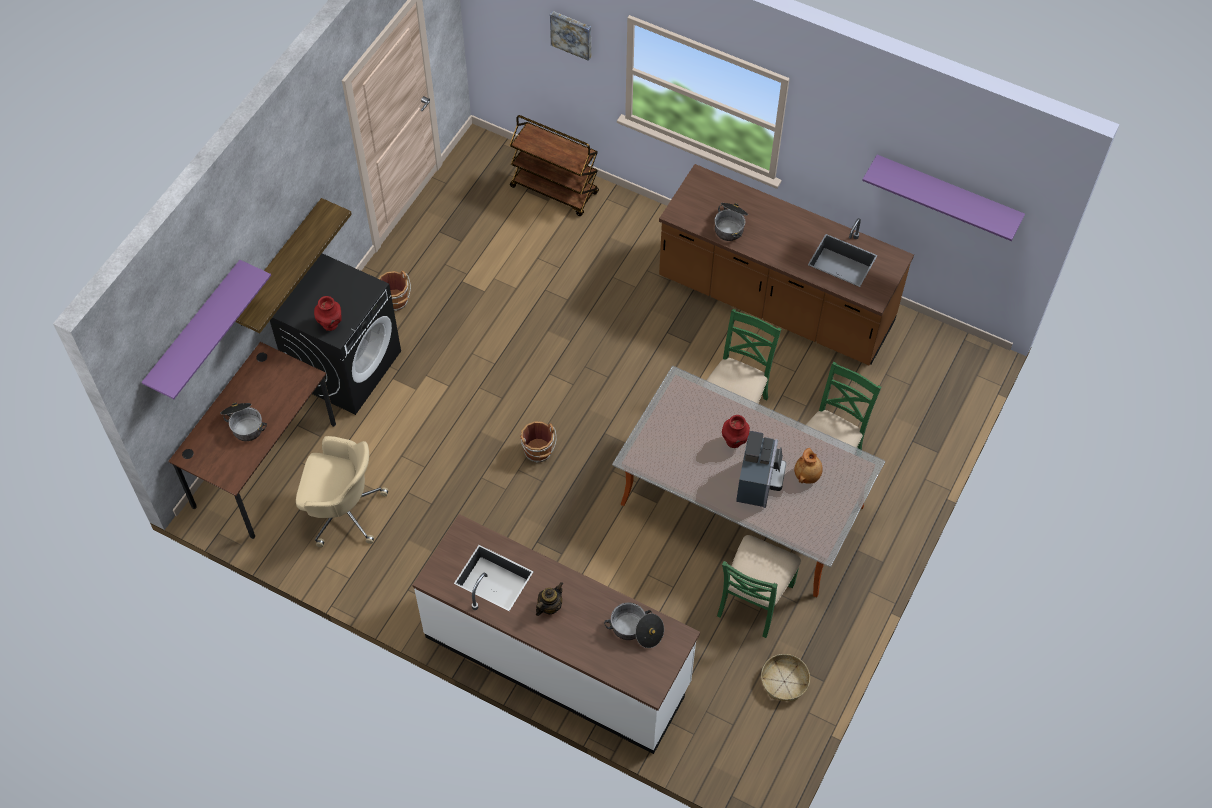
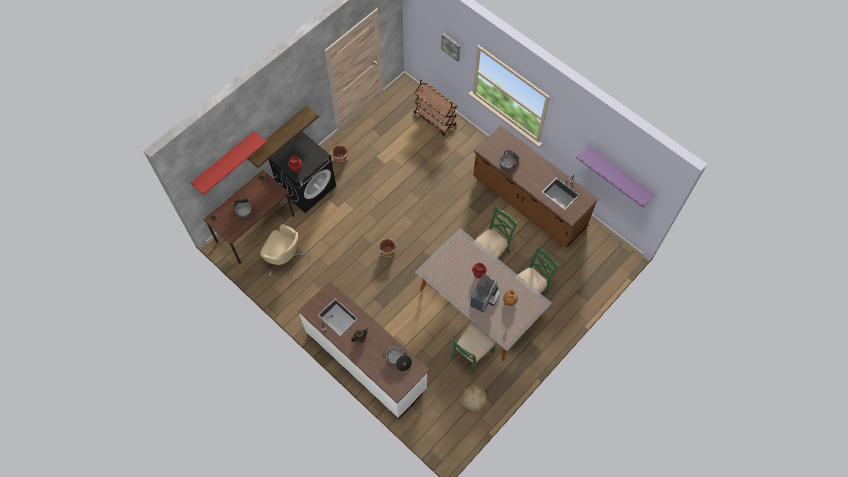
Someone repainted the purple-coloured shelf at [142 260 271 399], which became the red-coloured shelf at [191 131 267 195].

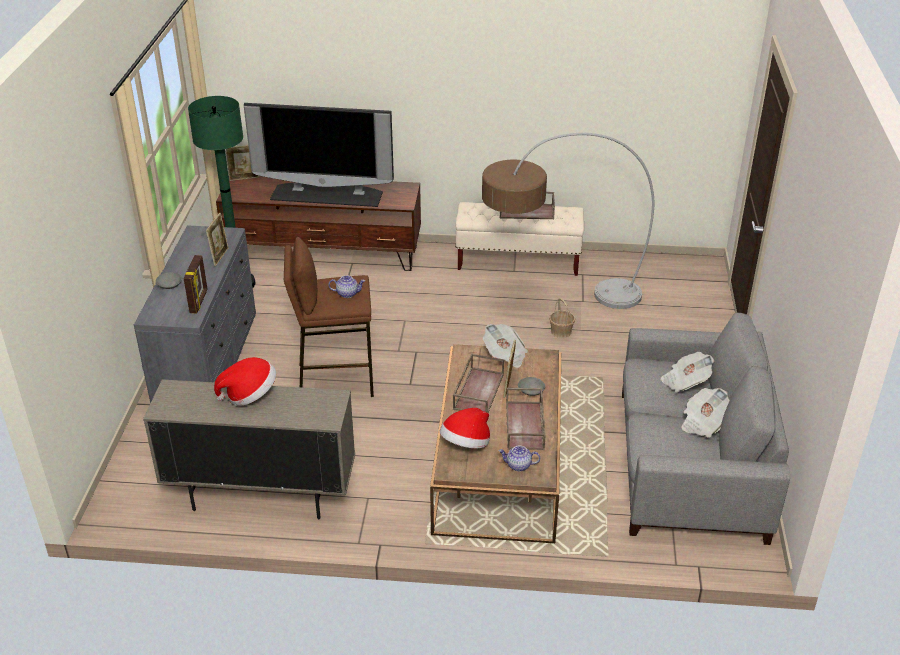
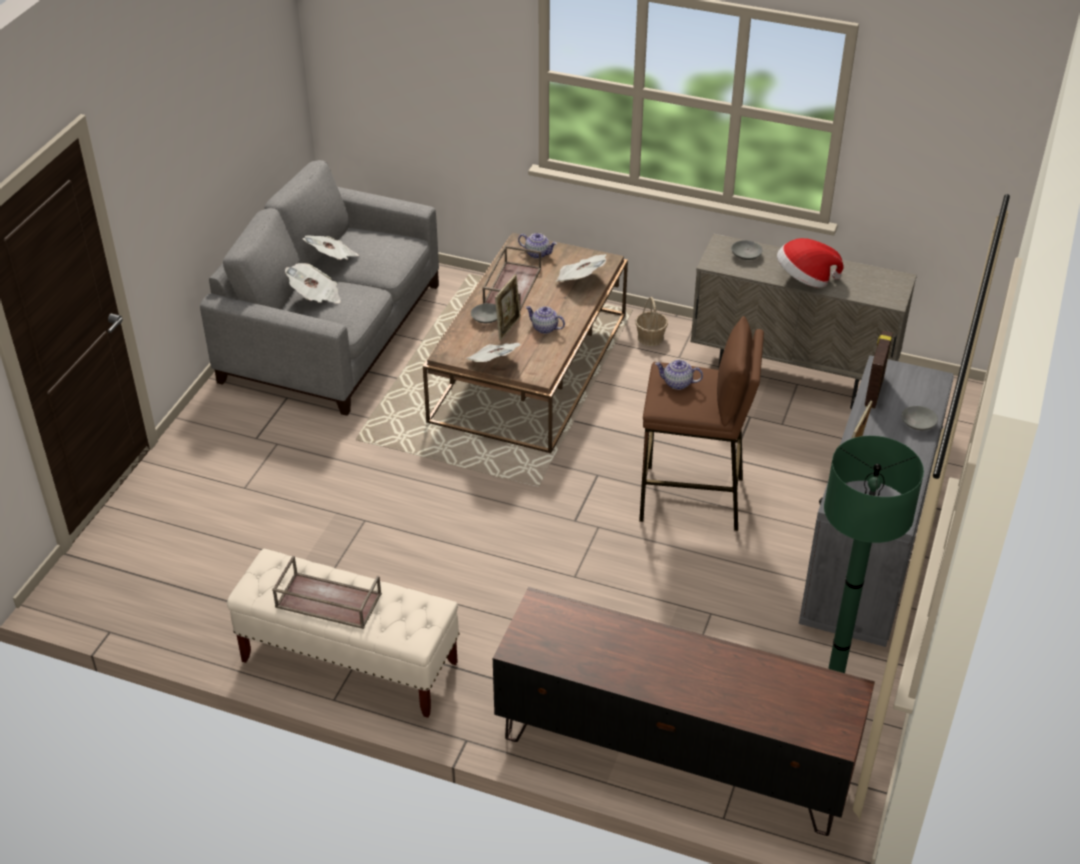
Someone took away the picture frame at [226 145 259 181]. Someone took away the TV at [244 103 394 207]. Someone took away the standing lamp at [482 133 654 309]. Someone put down the greyish deep dish at [731 240 763 260]. Someone carried the household basket from [549 298 575 338] to [635 297 668 346]. Someone swapped the wearable hat at [440 408 490 448] for the newspaper at [555 254 606 282]. Someone swapped the brownish tray at [453 353 504 413] for the tea pot at [526 306 565 334].

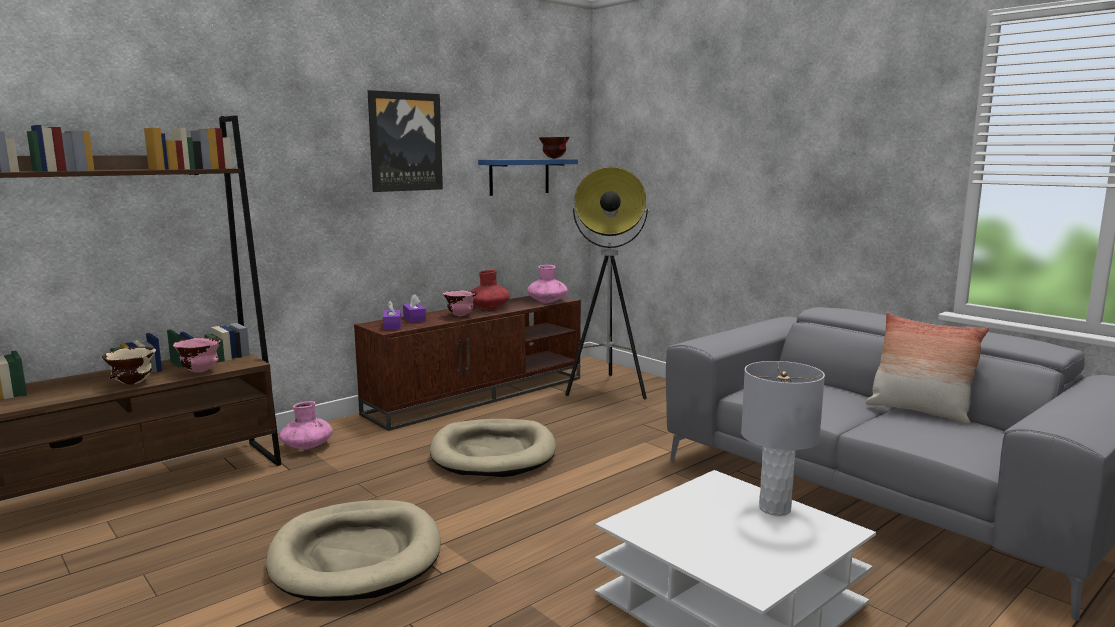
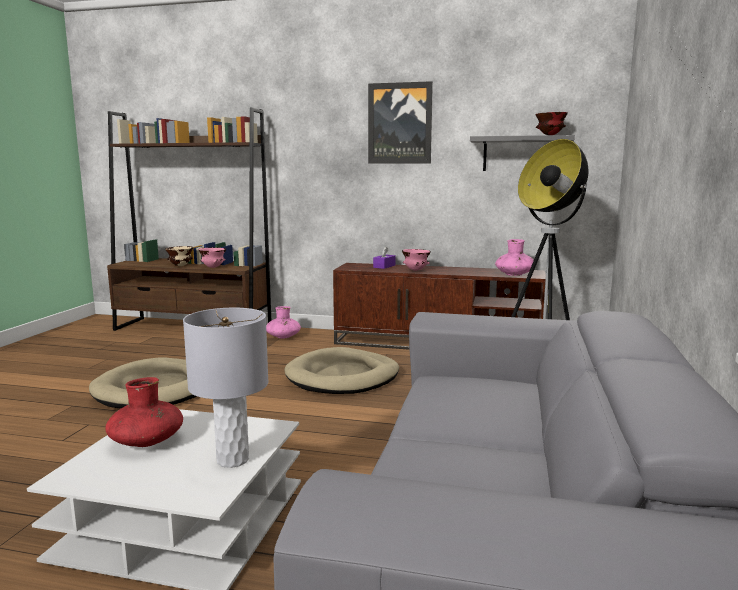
Someone took away the purple-coloured tissue box at [383 301 401 330]. Someone took away the throw pillow at [866 313 989 424]. Someone carried the red-coloured flower vase from [472 270 510 309] to [105 377 183 447]. Someone repainted the blue shelf at [478 159 578 196], which became the greyish shelf at [470 135 575 171].

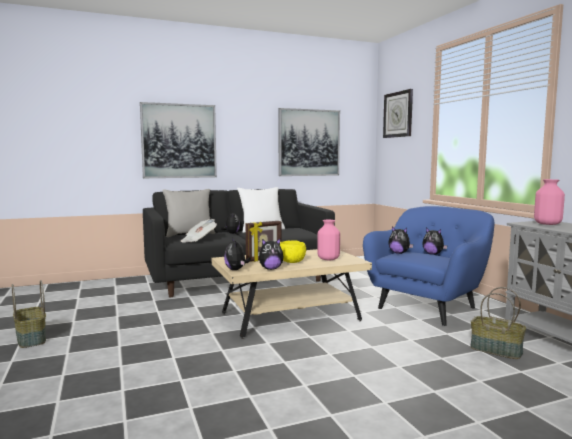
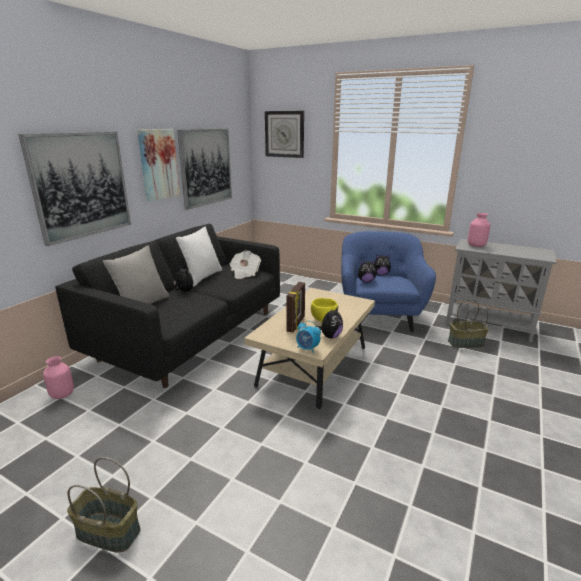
Someone put up the wall picture at [137 129 180 202]. Someone carried the newspaper from [181 219 217 243] to [230 251 261 279]. Someone carried the pink-coloured flower vase from [317 220 340 260] to [43 356 74 399]. Someone swapped the cuddly toy at [224 238 250 270] for the table clock at [296 321 321 353].

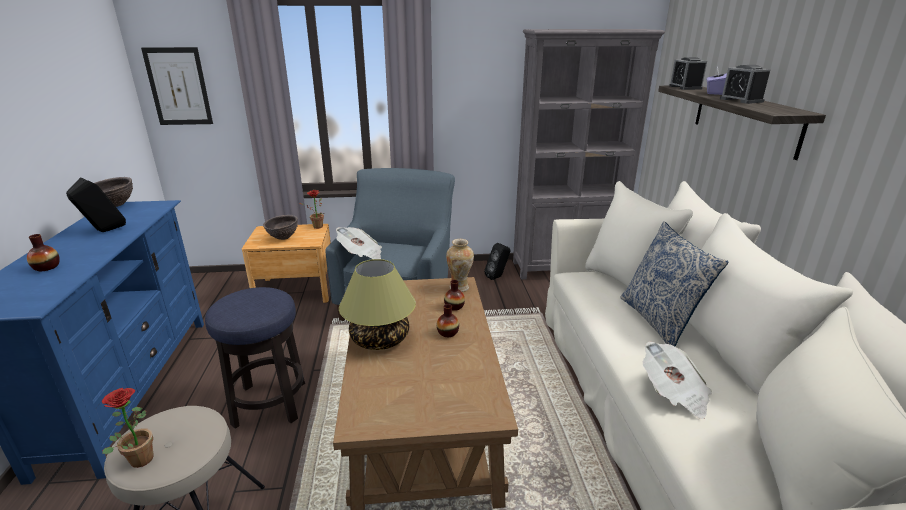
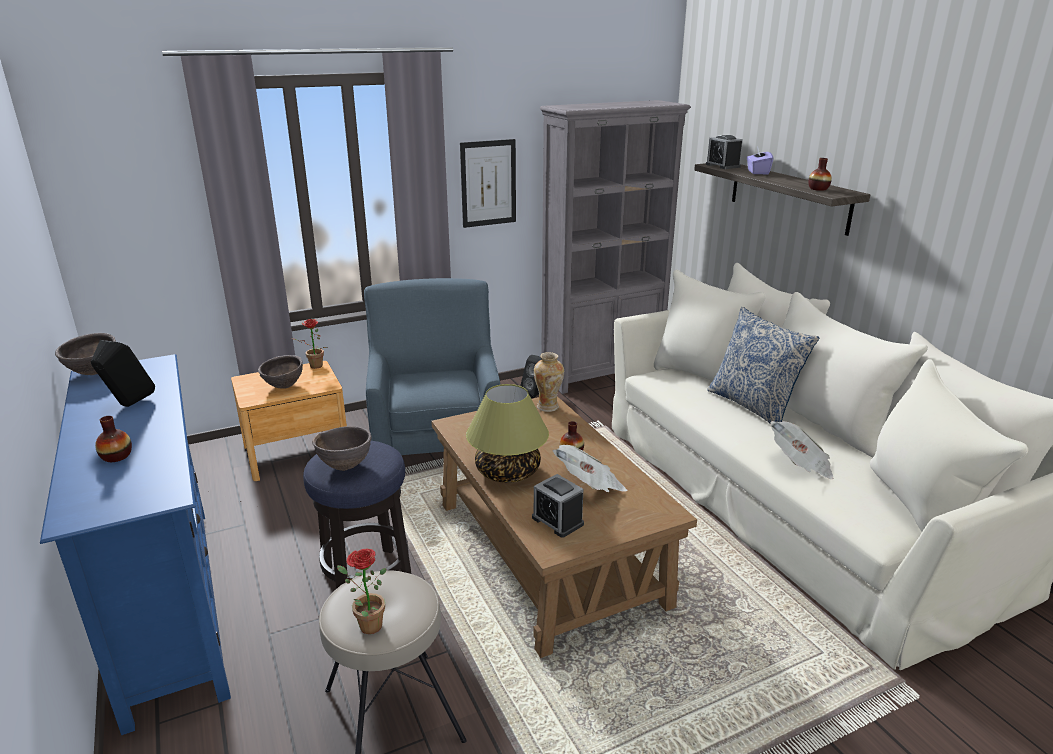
Someone put down the brownish deep dish at [312 426 372 471]. Someone carried the wall picture from [141 47 213 125] to [460 139 516 228]. Someone carried the newspaper from [336 227 382 259] to [553 445 627 492]. Someone carried the flower vase from [444 280 465 311] to [808 158 832 191]. Someone carried the table clock from [720 65 771 104] to [532 474 584 538].

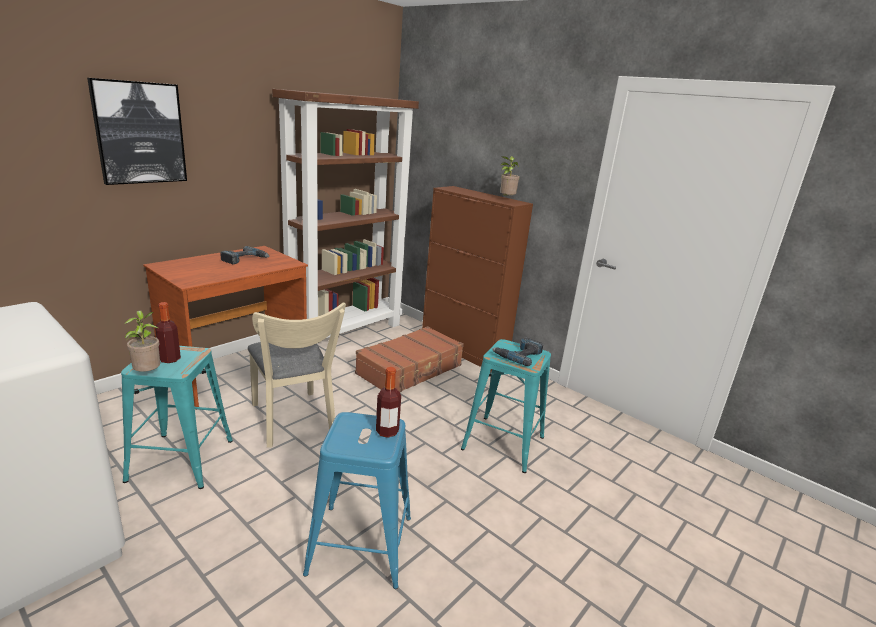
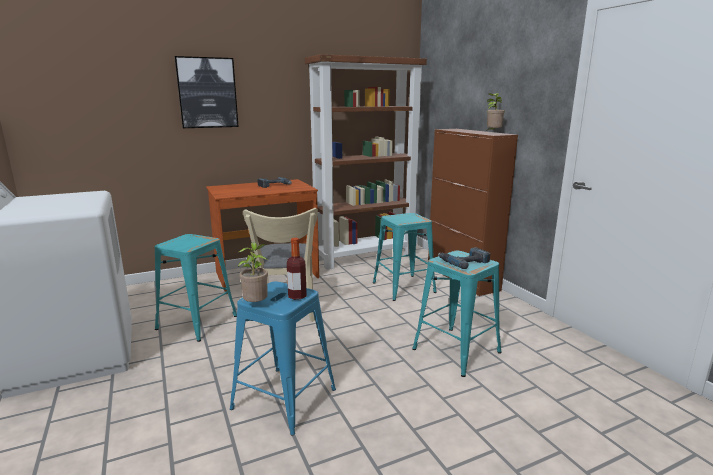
Someone took away the bottle at [155 302 181 363]. Someone carried the plant in a pot from [124 310 160 372] to [238 242 268 302]. Someone swapped the brownish suitcase at [355 326 464 392] for the turquoise-coloured sitting stool at [373 213 437 301].

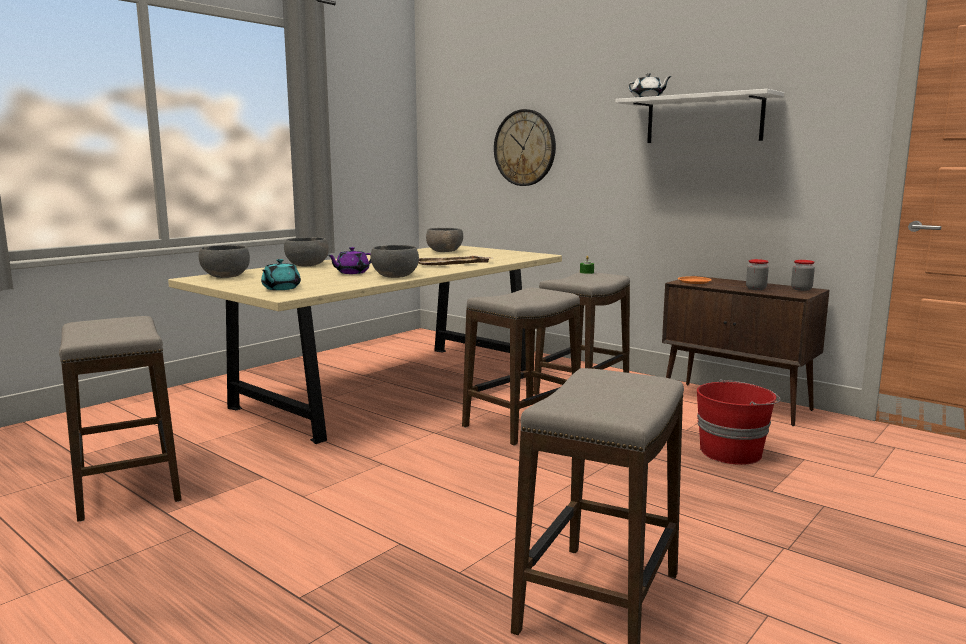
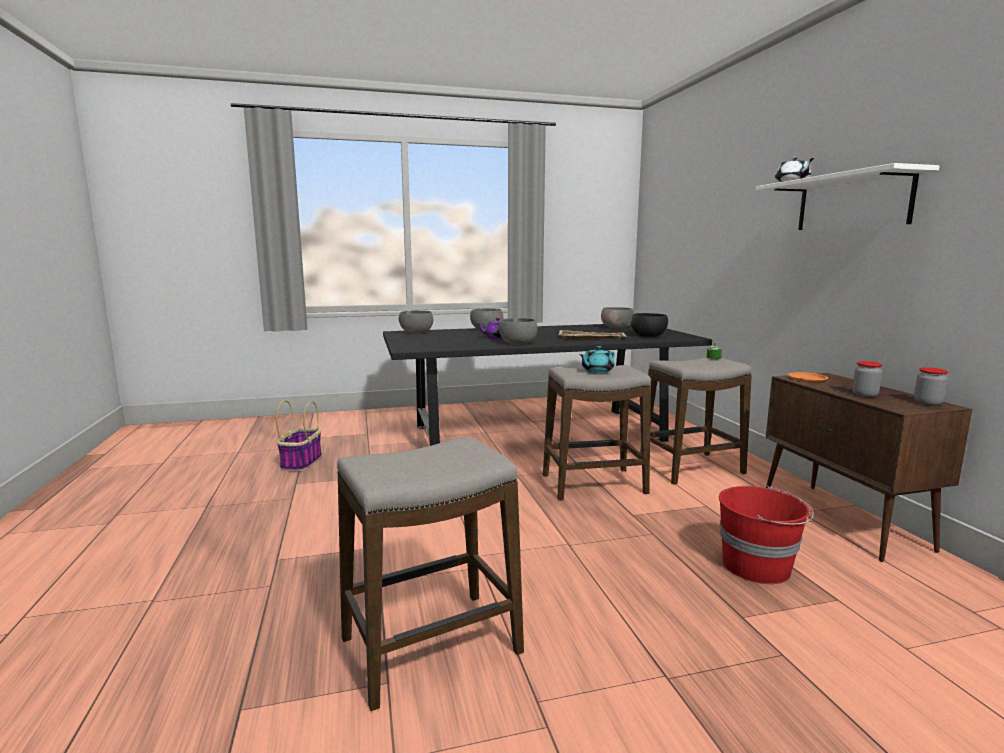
Someone took away the hanging clock at [494 109 556 186]. Someone put down the blackish deep dish at [631 313 668 337]. Someone carried the turquoise-coloured tea pot from [261 259 301 290] to [579 346 615 373]. Someone swapped the sitting stool at [59 316 182 522] for the household basket at [276 400 322 472]. Someone repainted the beige-coloured kitchen table at [168 246 562 444], which became the blackish kitchen table at [383 324 712 446].

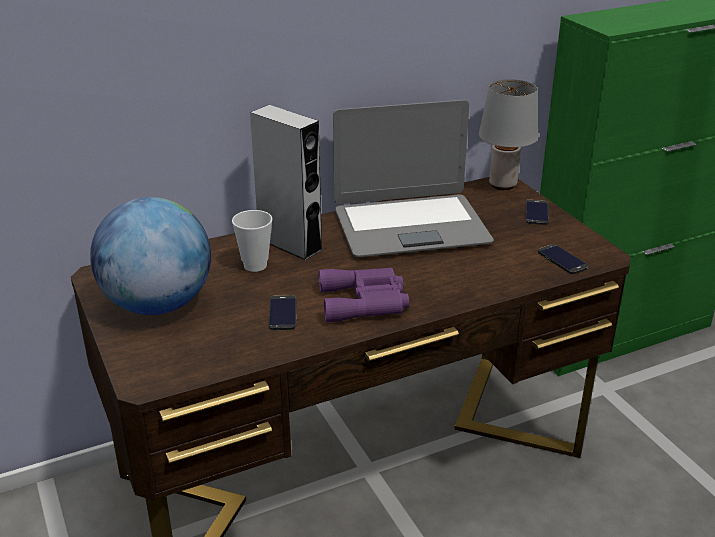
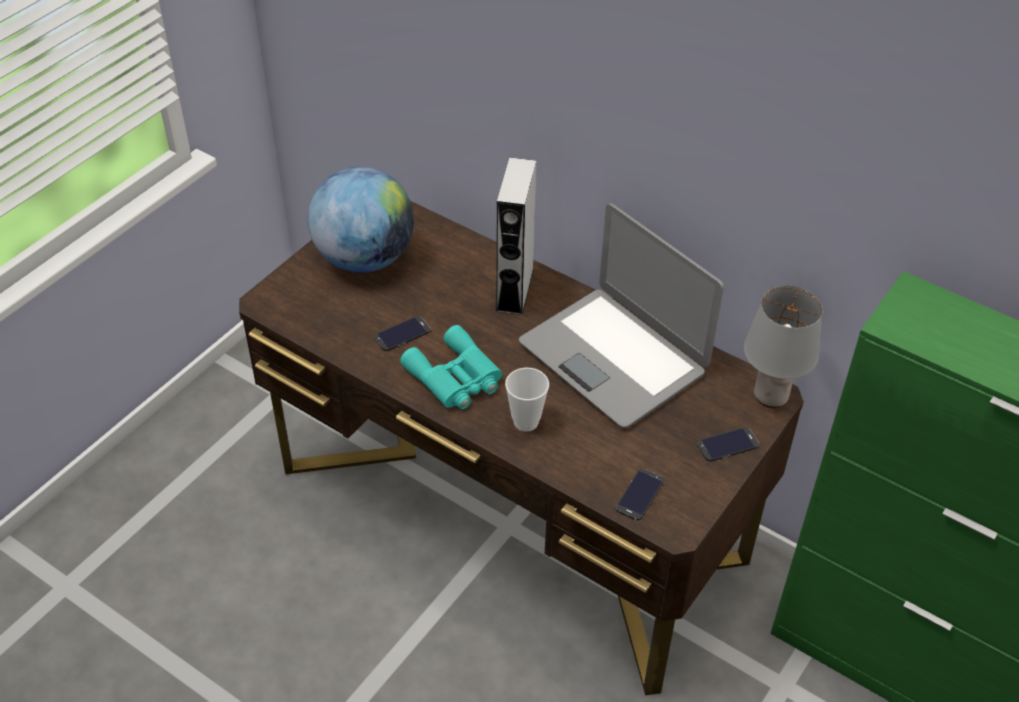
Someone carried the drinking cup from [232 210 272 272] to [505 368 549 431]. Someone repainted the purple-coloured field glasses at [319 268 409 322], which became the turquoise-coloured field glasses at [400 325 502 409].

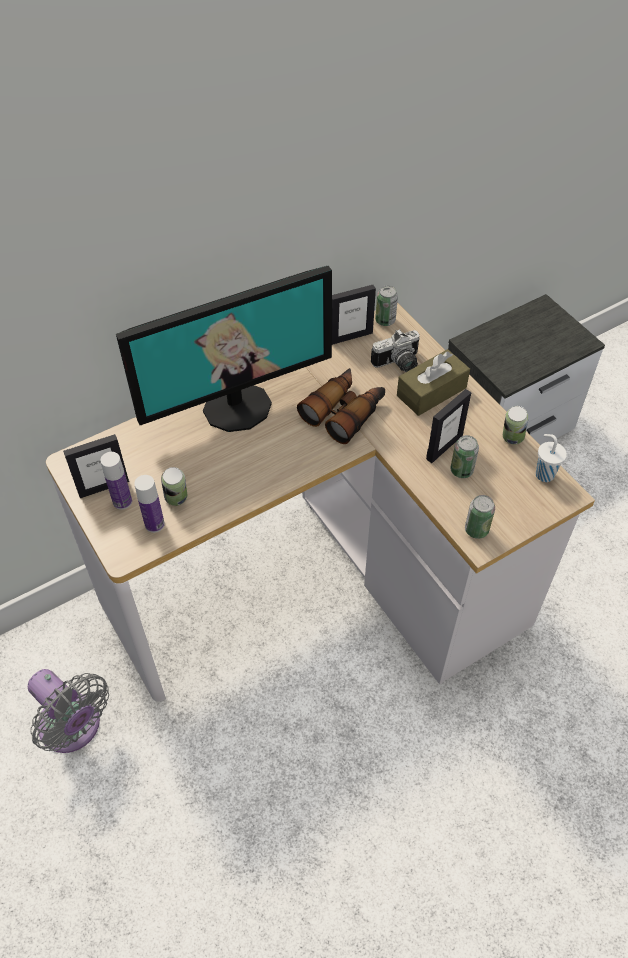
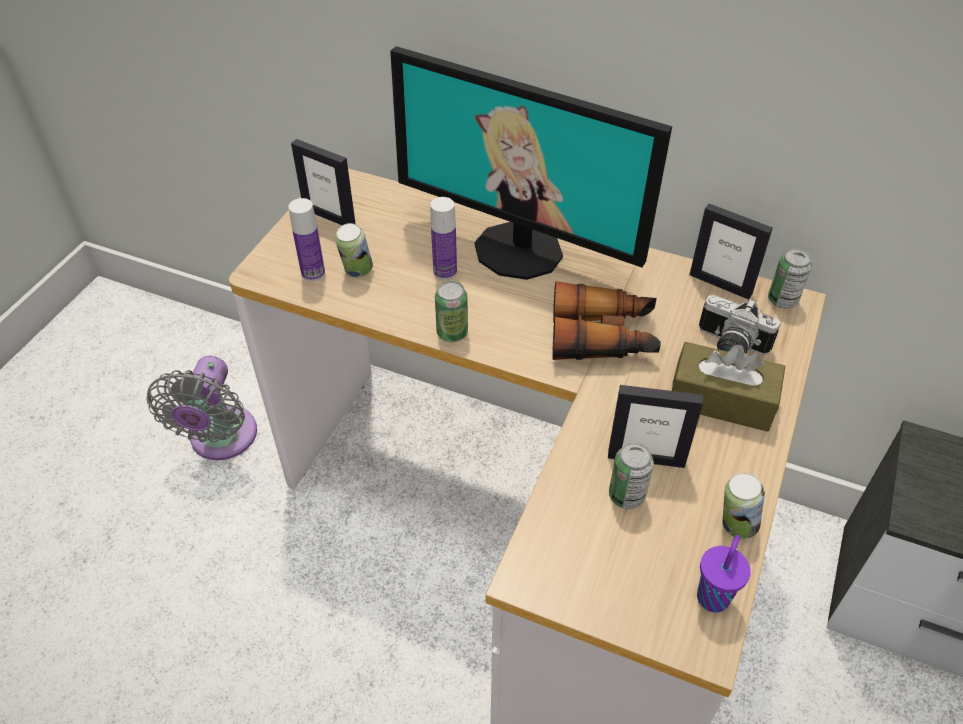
Someone carried the bottle from [100 452 132 510] to [430 197 457 280]. Someone carried the can from [465 495 495 539] to [435 281 468 342]. Someone repainted the whitish drinking cup at [535 434 567 482], which became the purple-coloured drinking cup at [697 535 751 612].

